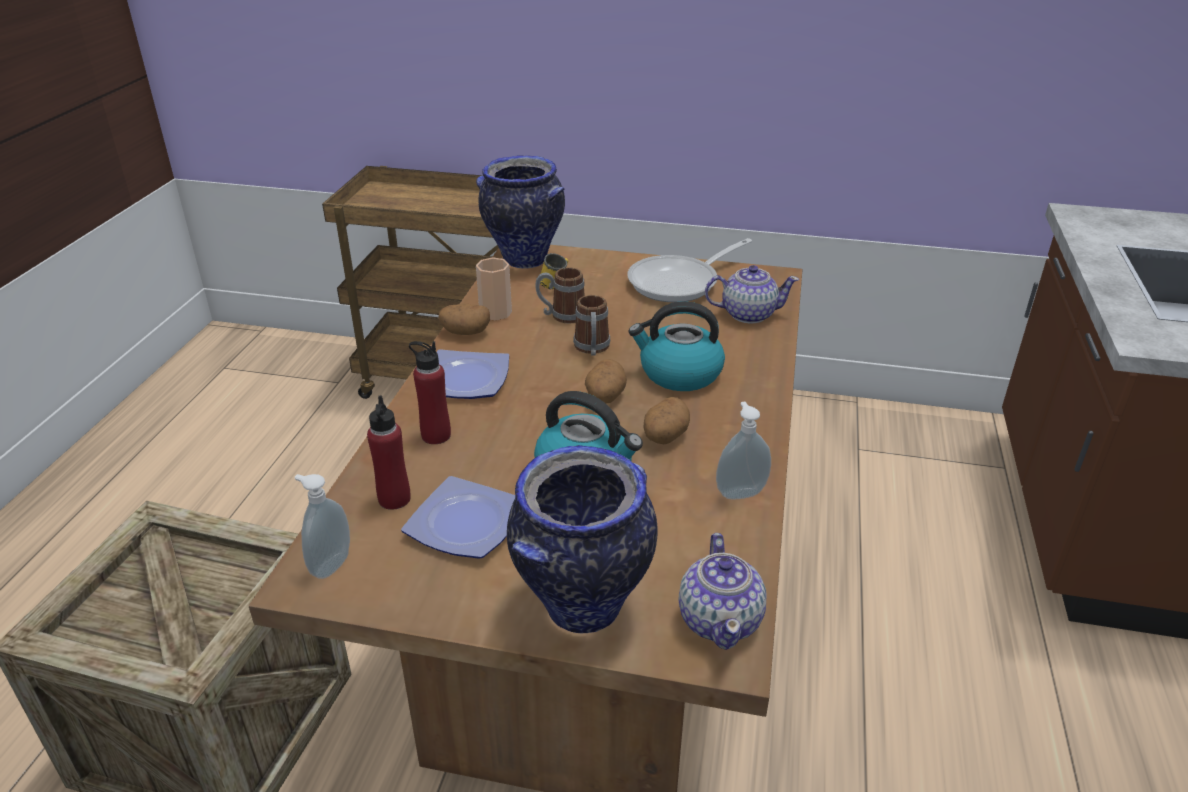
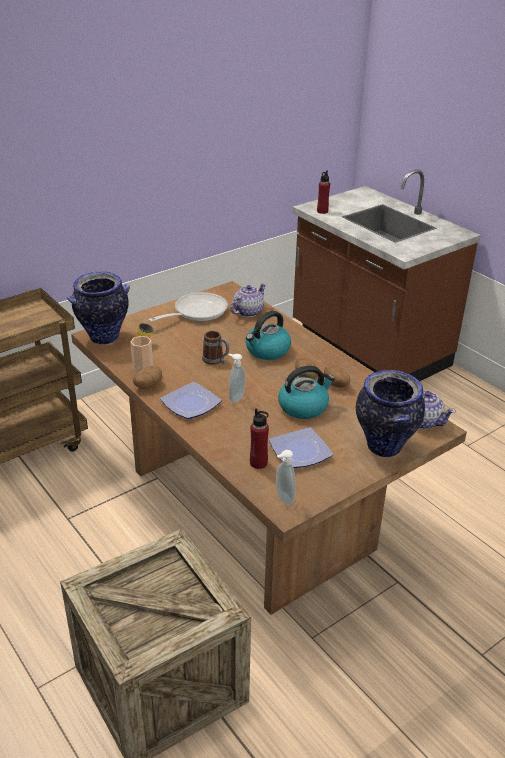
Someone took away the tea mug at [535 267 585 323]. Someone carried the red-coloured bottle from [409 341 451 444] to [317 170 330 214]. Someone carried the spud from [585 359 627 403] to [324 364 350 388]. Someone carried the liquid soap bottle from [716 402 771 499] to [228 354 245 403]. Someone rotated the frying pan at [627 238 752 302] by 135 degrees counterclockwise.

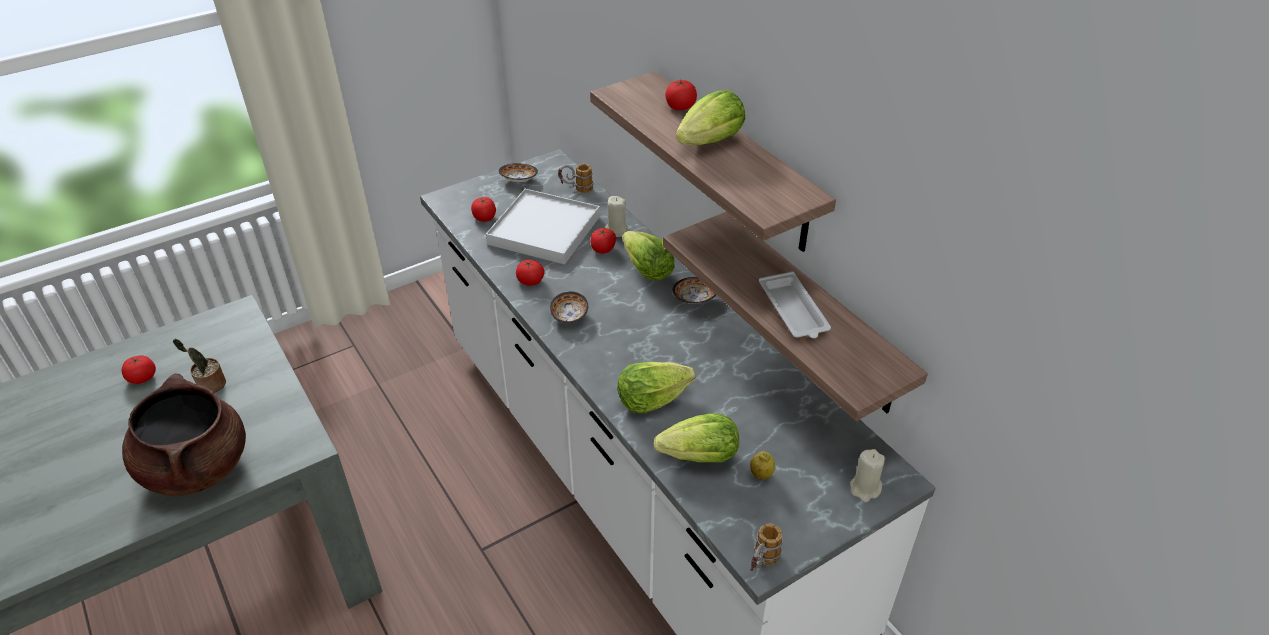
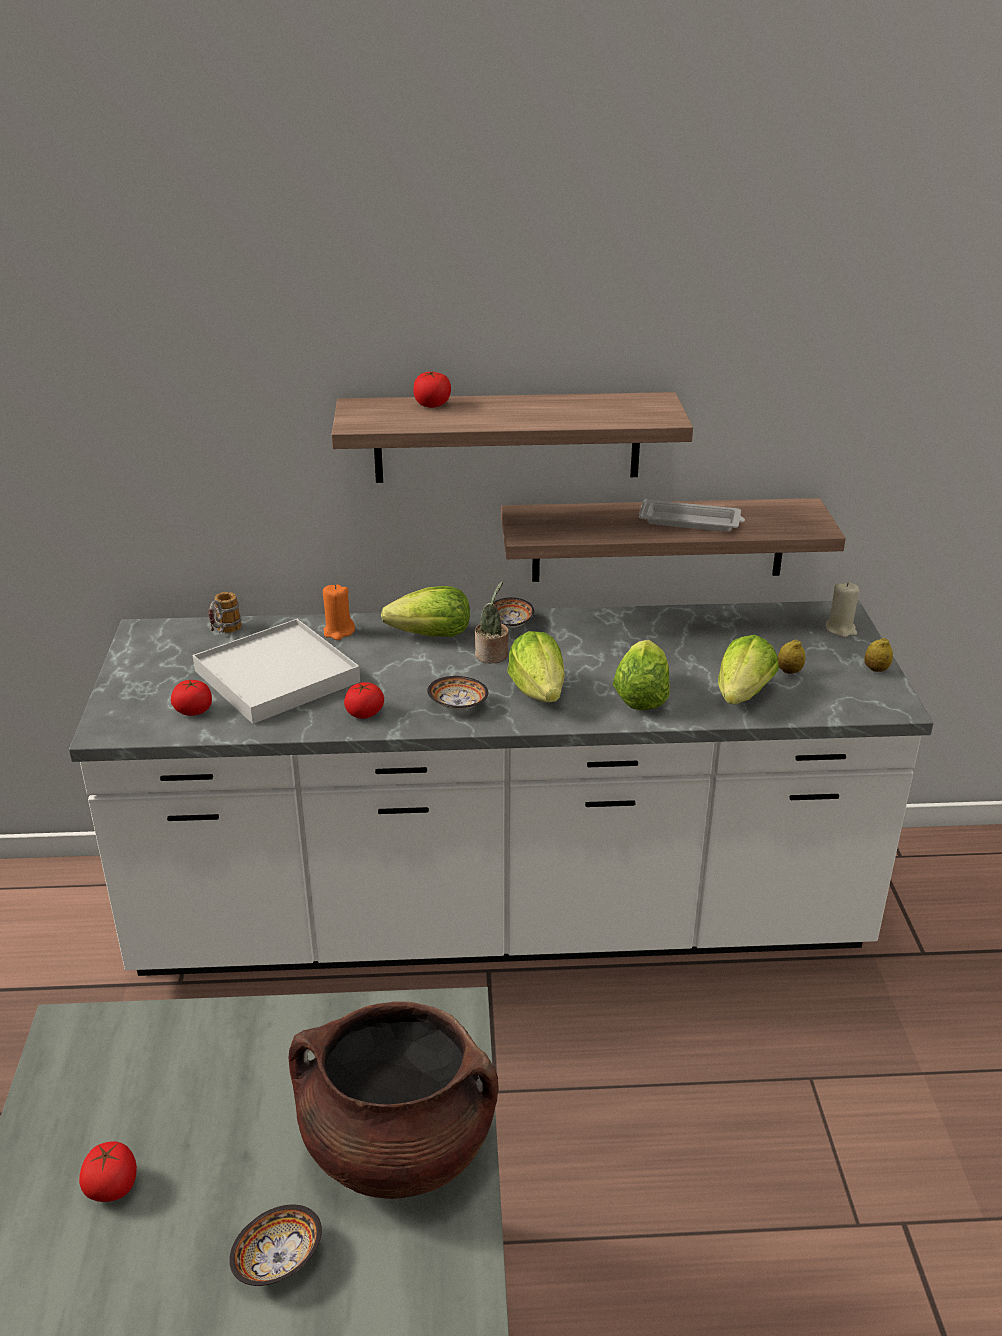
Someone took away the fresh tomato at [591 228 616 254]. Someone took away the tea mug at [750 524 783 571]. Someone put down the citrus fruit at [864 638 893 672]. Someone carried the plant in a pot from [173 339 226 393] to [475 581 509 663]. Someone carried the deep dish from [499 163 538 182] to [229 1204 322 1286]. Someone carried the lettuce from [676 90 745 145] to [507 631 565 702]. Someone repainted the beige-coloured wax light at [605 196 628 237], which became the orange-coloured wax light at [323 584 355 640].

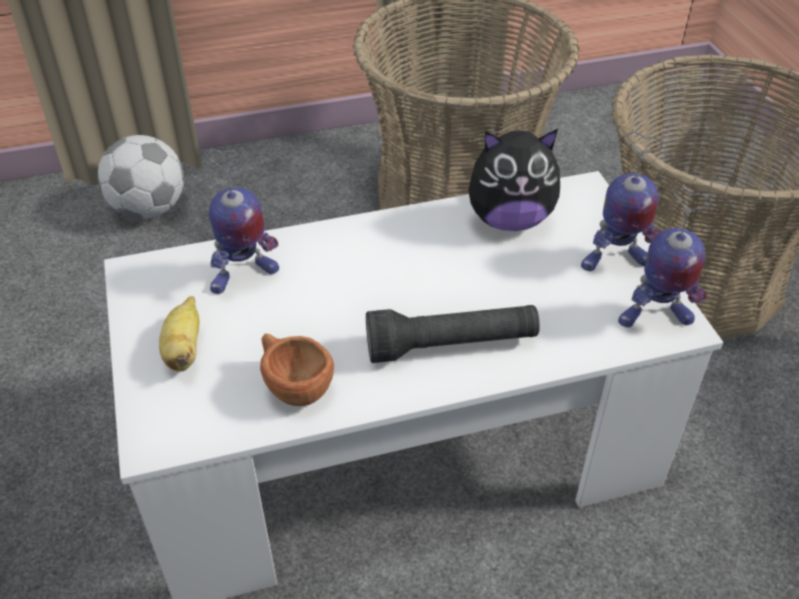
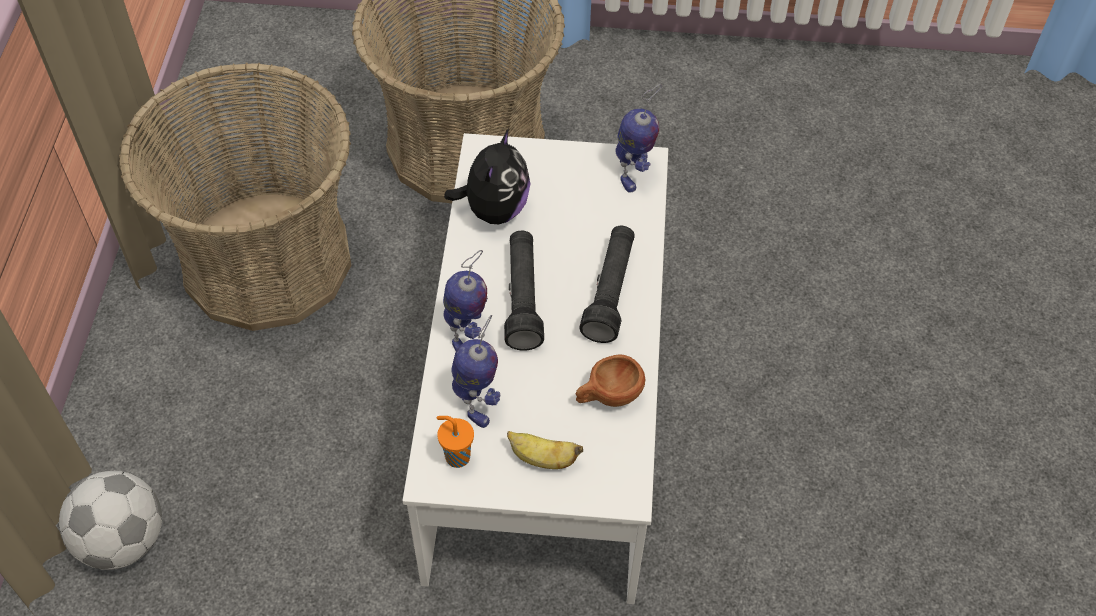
Someone put down the orange-coloured drinking cup at [437 416 474 468]. Someone put down the blackish flashlight at [504 231 544 351]. Someone carried the model robot from [581 132 662 271] to [443 250 488 351].

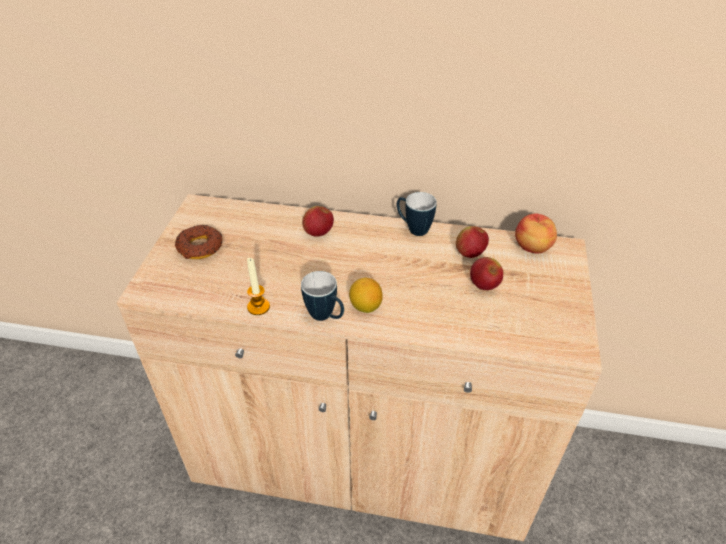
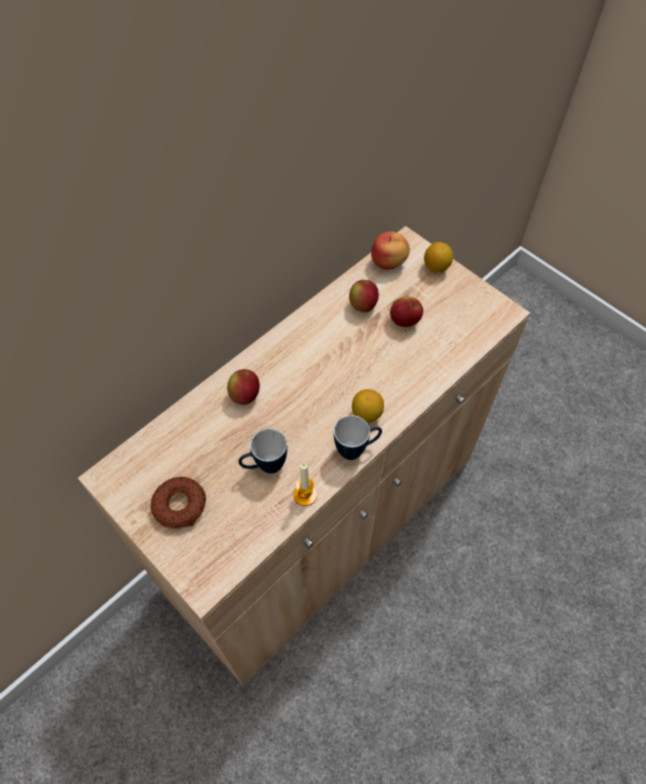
Someone put down the citrus fruit at [424 242 453 273]. Someone carried the tea mug from [397 192 437 236] to [239 429 287 474].

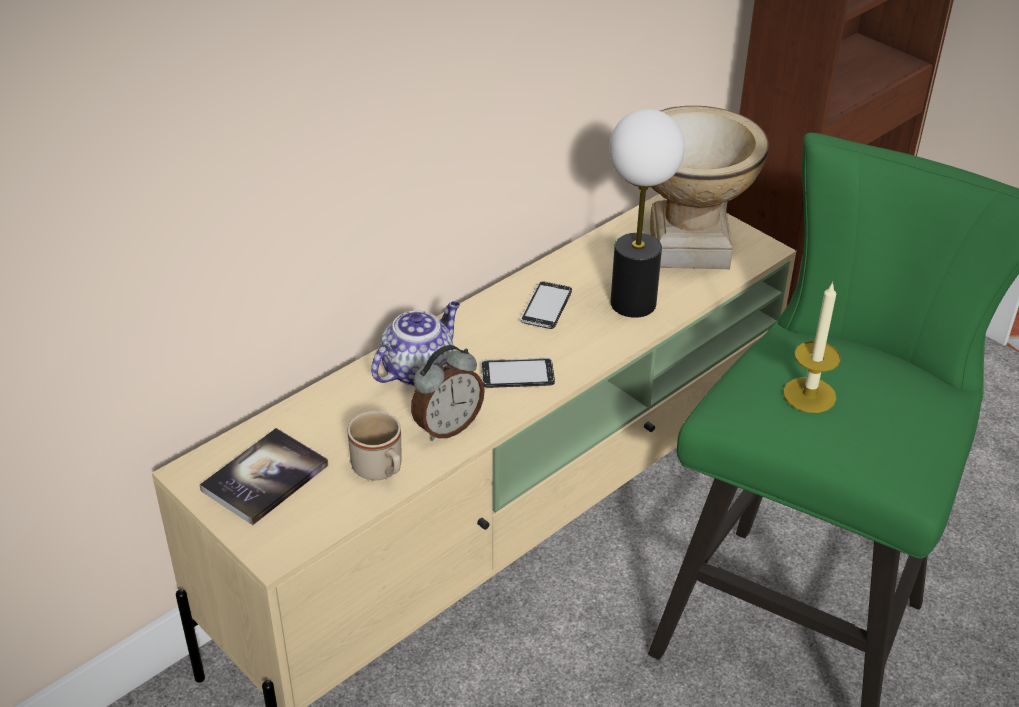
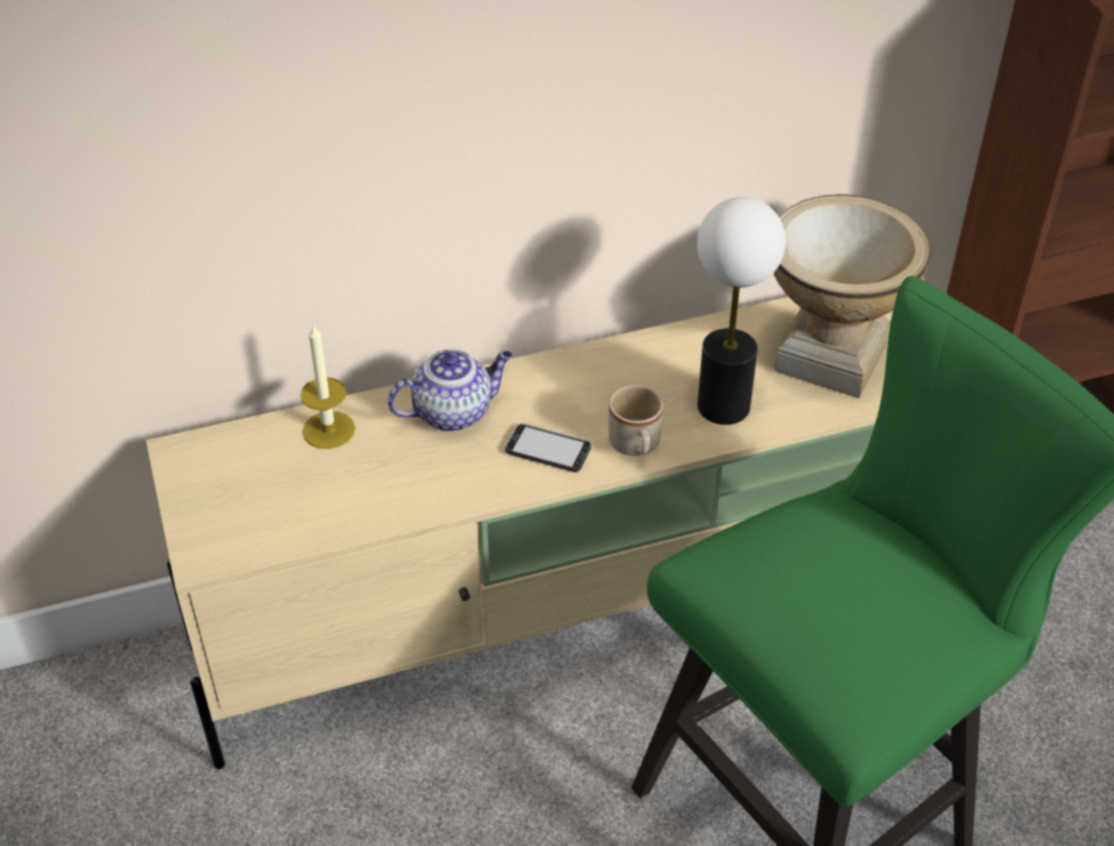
Someone took away the volume at [200 428 328 525]. Someone took away the table clock at [411 345 485 441]. Someone took away the handset at [520 281 572 329]. Someone carried the beige-coloured tea mug from [347 411 402 480] to [609 385 663 456]. Someone carried the wax light from [783 282 841 413] to [300 325 355 449].

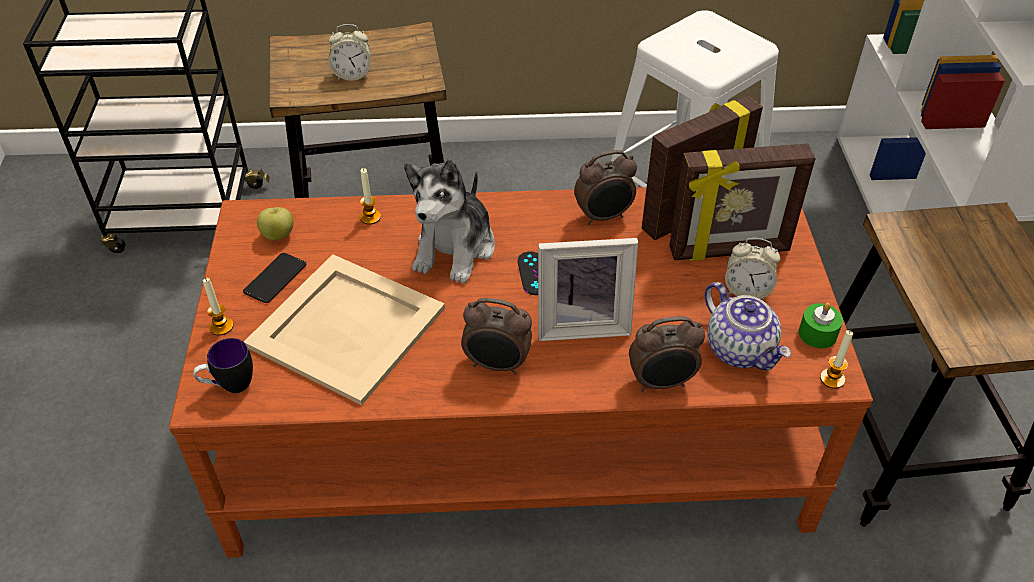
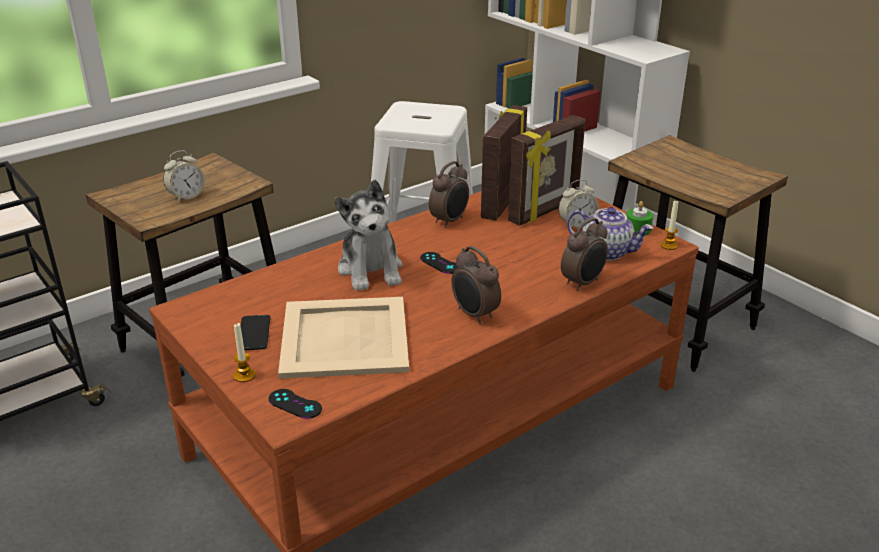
Someone took away the apple at [257 207 293 241]. Someone took away the wax light at [360 168 381 225]. Someone took away the picture frame at [538 238 638 341]. Someone swapped the tea mug at [193 338 253 393] for the blackish gamepad at [268 389 322 419]. Someone rotated the table clock at [461 298 532 375] by 75 degrees clockwise.

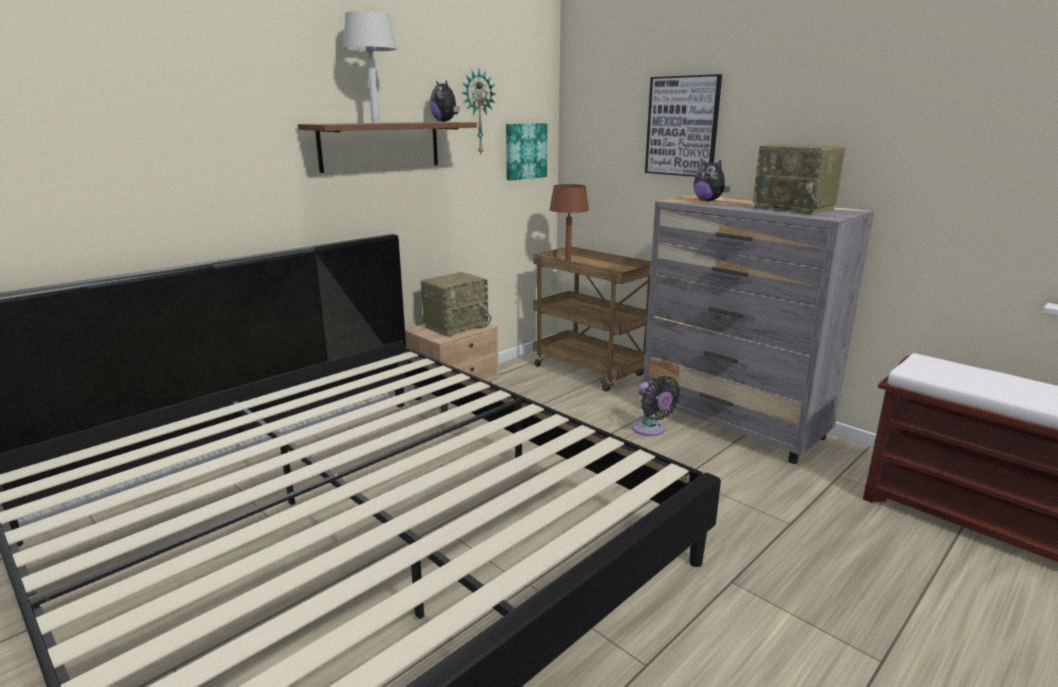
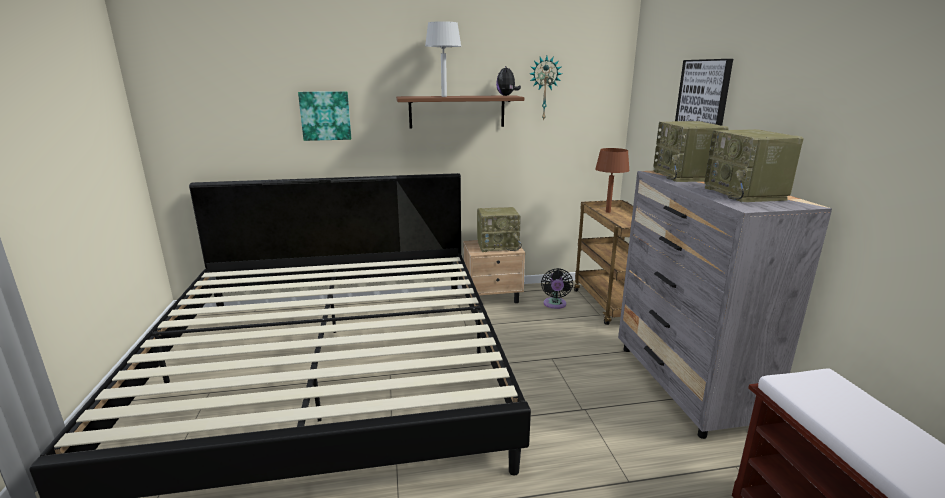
Someone carried the wall picture from [506 123 547 181] to [298 91 351 141]. Someone carried the blackish electric fan from [632 376 680 436] to [541 268 573 309]. Someone swapped the cuddly toy at [694 159 731 201] for the radio receiver at [653 121 729 182].

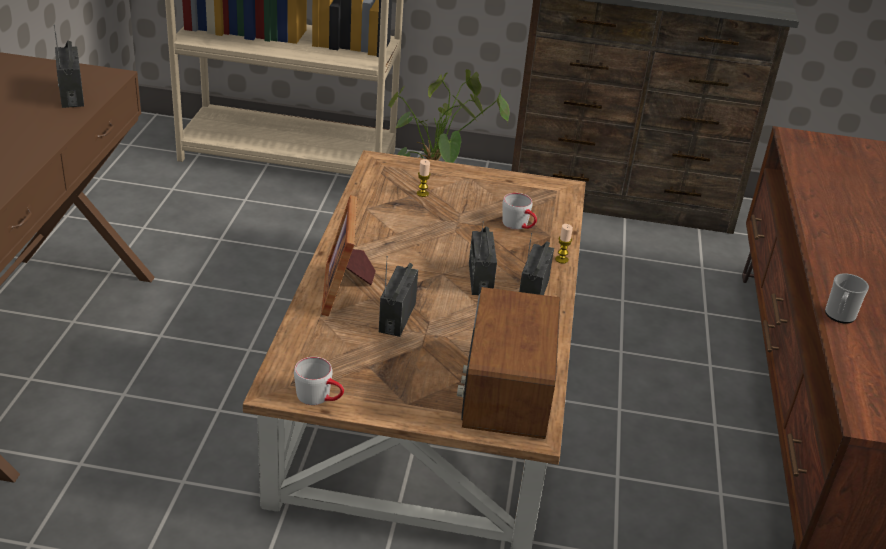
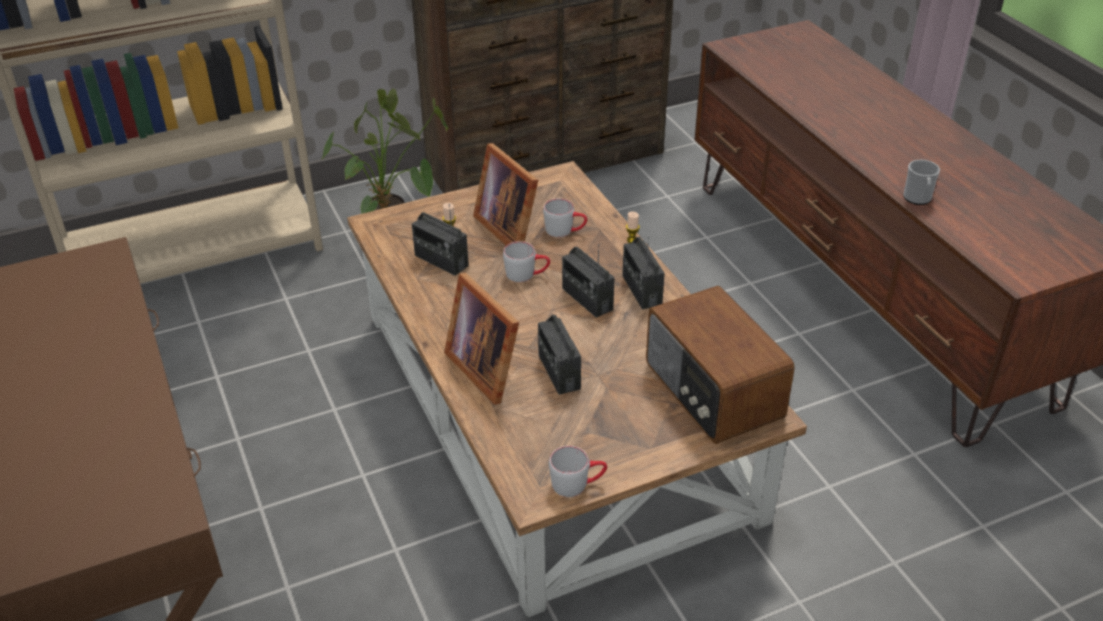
Someone put down the picture frame at [473 143 538 246]. Someone put down the greyish tea mug at [503 241 550 282]. Someone carried the radio receiver from [54 25 84 108] to [412 204 469 276].

